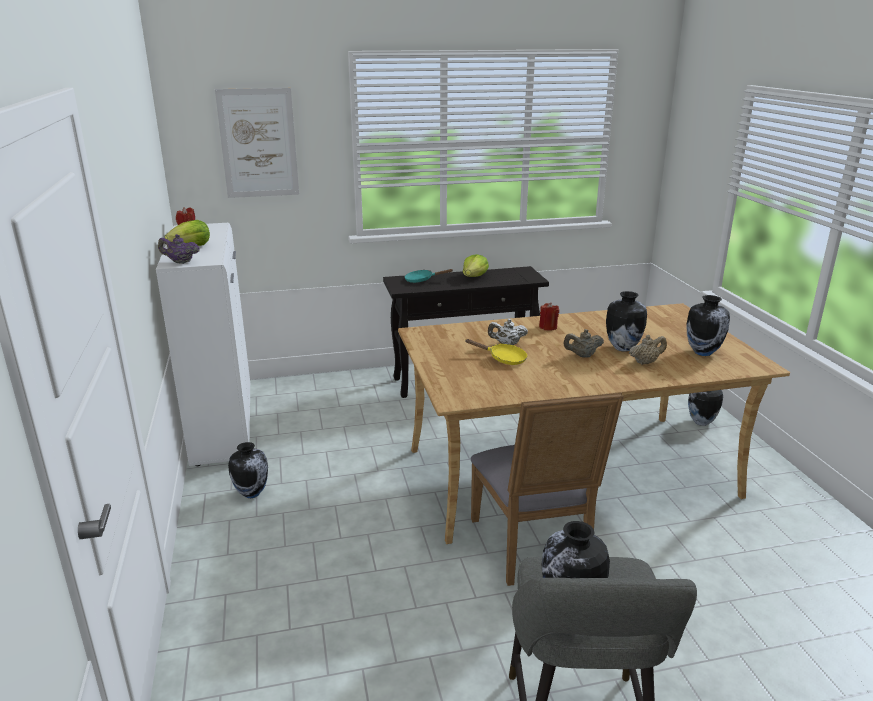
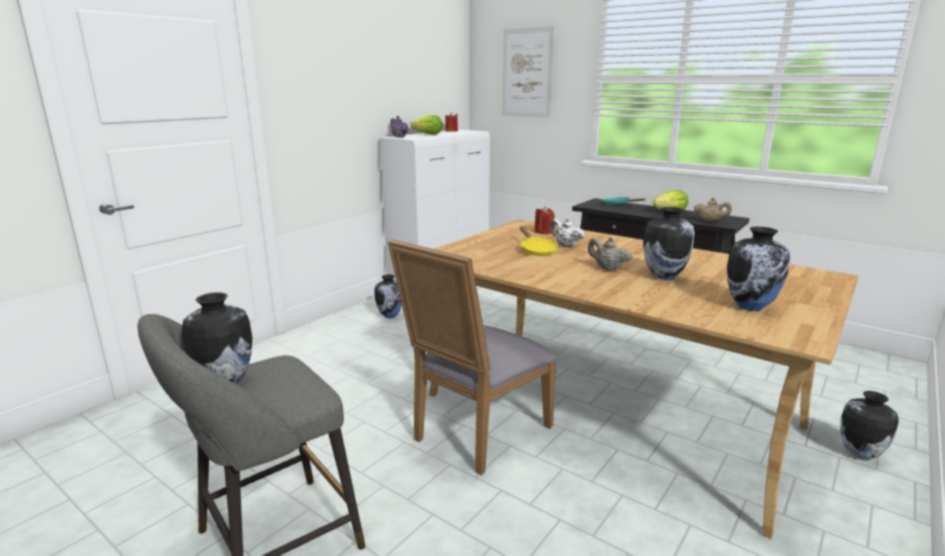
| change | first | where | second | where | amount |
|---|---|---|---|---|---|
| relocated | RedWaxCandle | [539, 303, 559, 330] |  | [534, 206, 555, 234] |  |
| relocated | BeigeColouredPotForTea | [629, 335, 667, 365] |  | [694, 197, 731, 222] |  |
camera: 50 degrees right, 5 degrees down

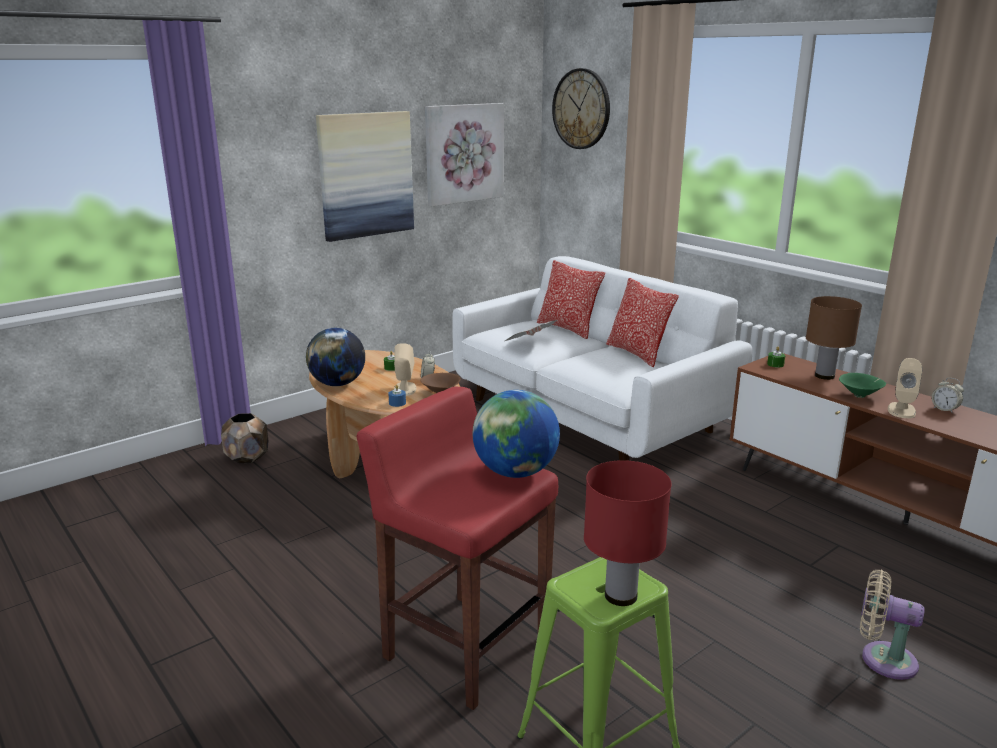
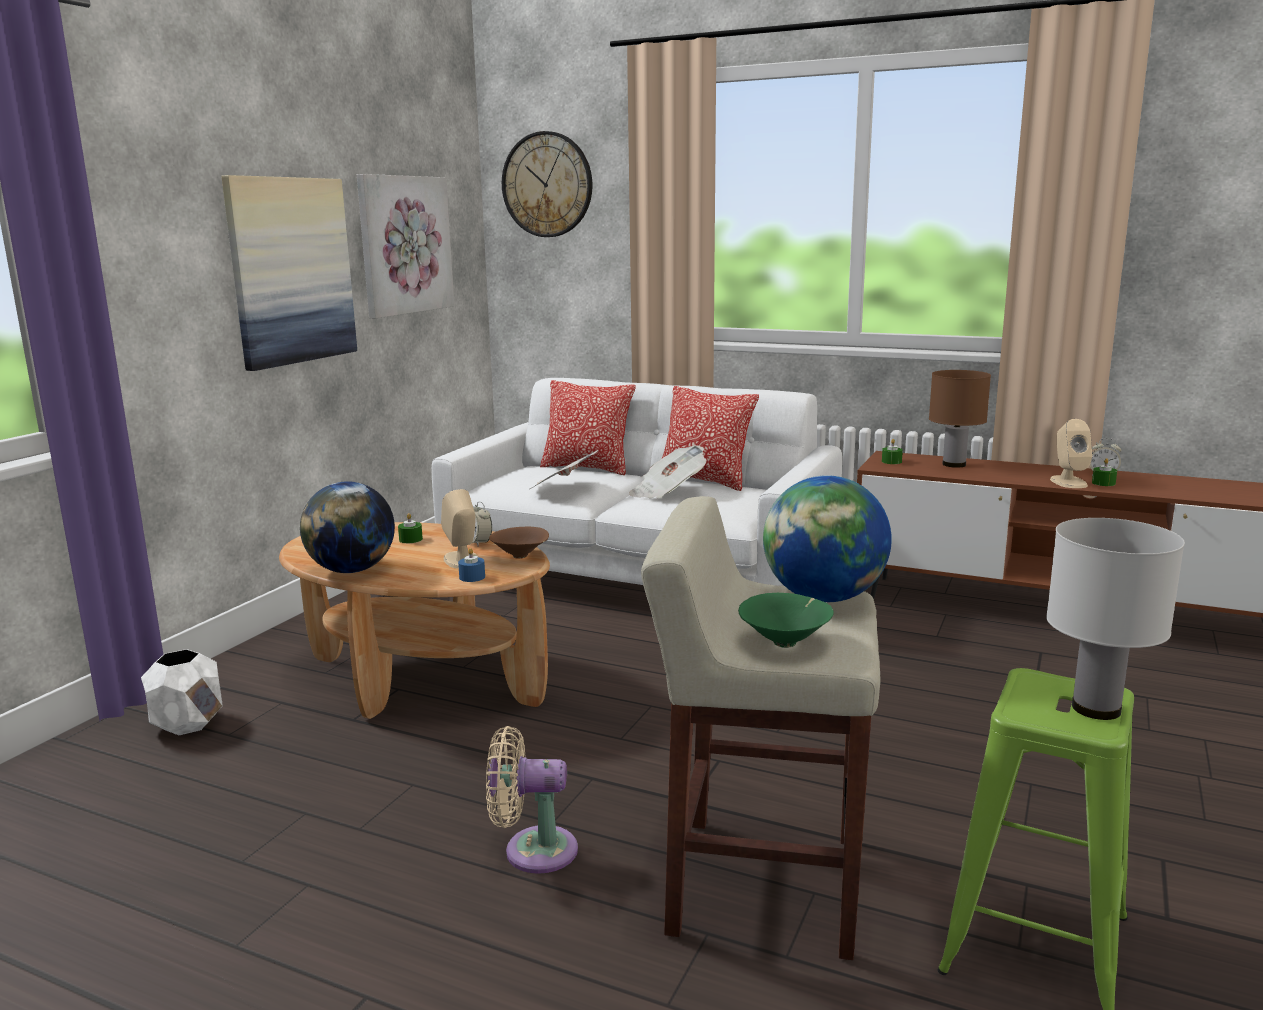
| change | first | where | second | where | amount |
|---|---|---|---|---|---|
| relocated | GreenColouredServingBowl | [839, 373, 886, 398] |  | [738, 593, 834, 648] |  |
| colour | RedSittingStool | [357, 386, 558, 710] | BeigeColouredSittingStool | [641, 496, 880, 960] |  |
| colour | BrownishPlanter | [221, 413, 269, 463] | WhiteColouredPlanter | [141, 649, 223, 735] |  |
| colour | RedTabletopLamp | [584, 460, 672, 606] | WhiteColouredTabletopLamp | [1046, 518, 1185, 720] |  |
| relocated | BeigeColouredElectricFan | [860, 570, 925, 680] |  | [486, 726, 578, 874] |  |
| appeared |  |  | PrintedPaper | [629, 445, 706, 499] |  |
| appeared |  |  | GreenColouredWaxCandle | [1092, 458, 1117, 486] |  |
camera: 25 degrees left, 5 degrees down

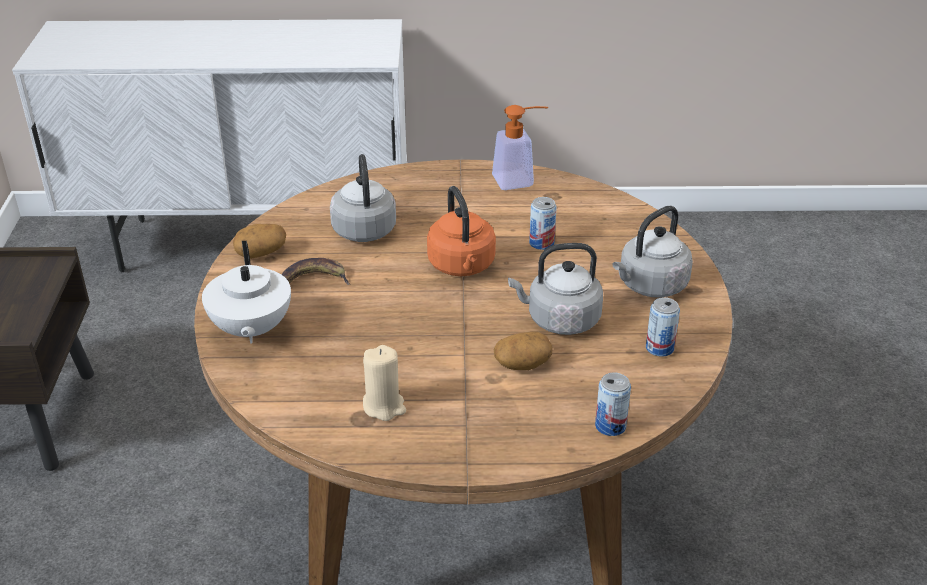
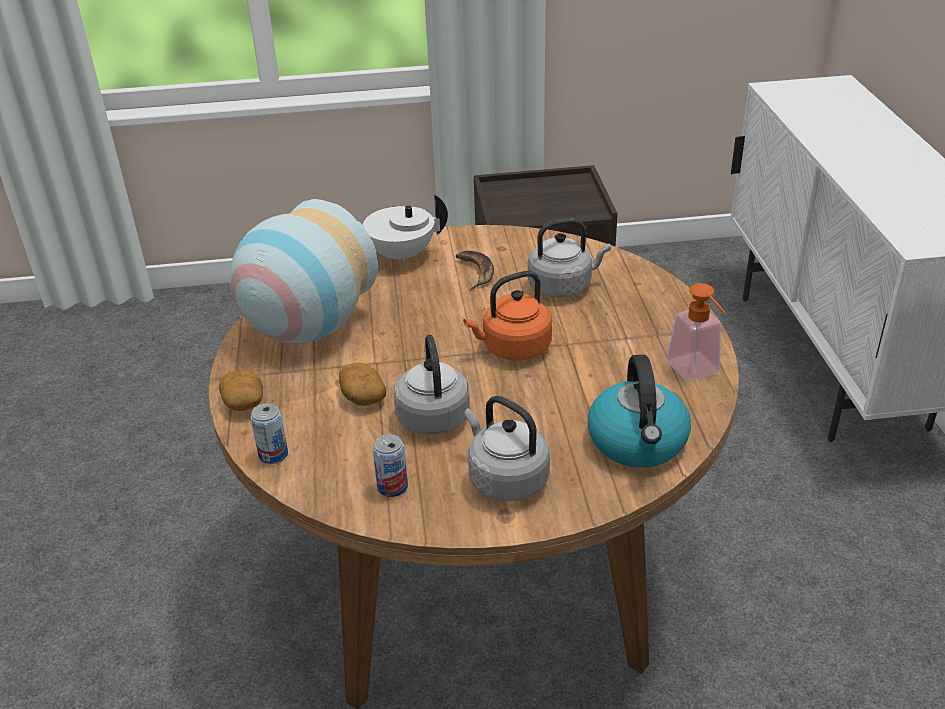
| change | first | where | second | where | amount |
|---|---|---|---|---|---|
| missing | SealedCan | [529, 197, 557, 250] |  |  |  |
| relocated | Potato | [233, 224, 286, 259] |  | [219, 369, 263, 411] |  |
| exchanged | BeigeColouredWaxCandle | [363, 345, 406, 421] | Vase | [230, 199, 378, 343] |  |
| appeared |  |  | Kettle | [588, 355, 691, 468] |  |
camera: 85 degrees right, 0 degrees up

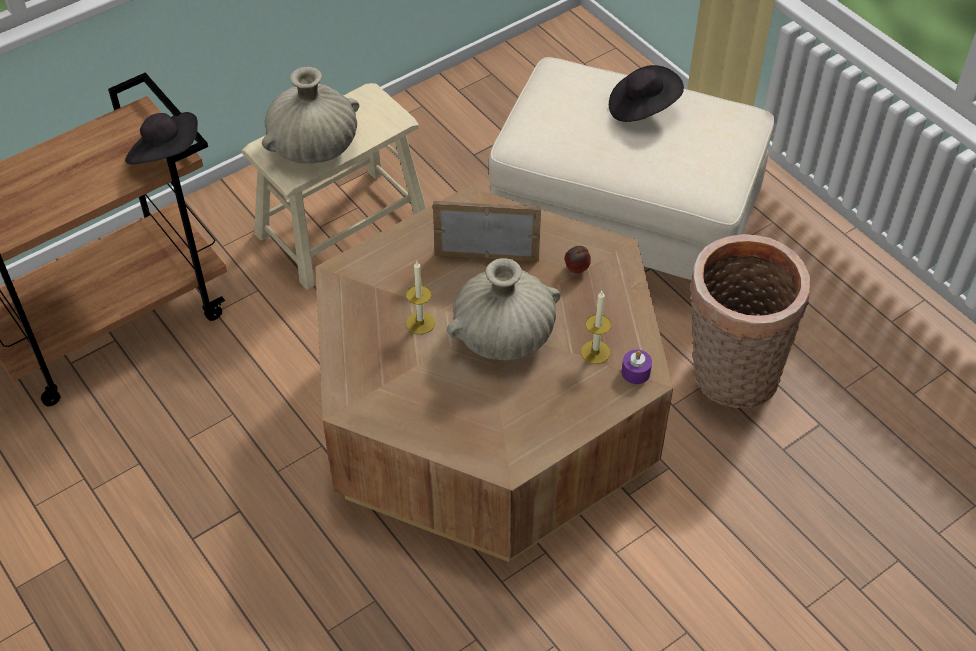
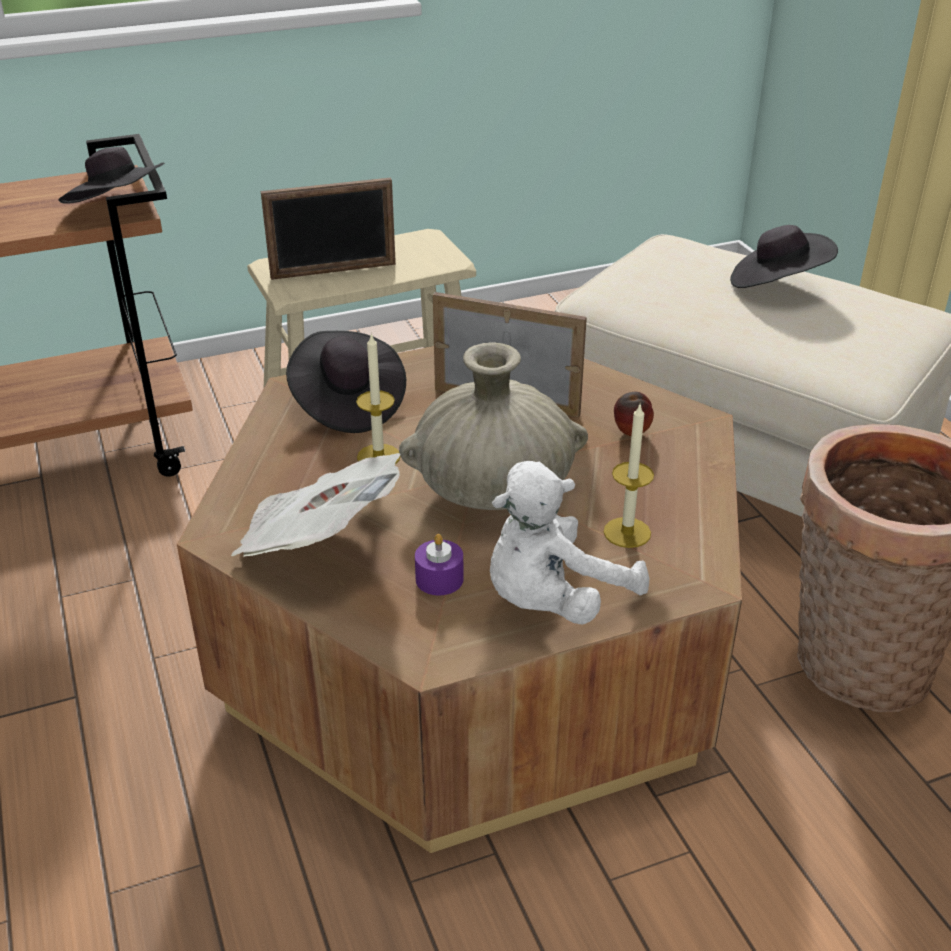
| change | first | where | second | where | amount |
|---|---|---|---|---|---|
| exchanged | BeigeColouredVase | [262, 67, 359, 164] | PictureFrame | [261, 178, 396, 280] |  |
| relocated | PurpleColouredWaxCandle | [622, 350, 652, 384] |  | [415, 534, 464, 595] |  |
| appeared |  |  | BlackishWearableHat | [286, 331, 406, 433] |  |
| appeared |  |  | PrintedPaper | [231, 453, 401, 557] |  |
| appeared |  |  | WhiteColouredCuddlyToy | [490, 461, 649, 625] |  |
camera: 15 degrees right, 15 degrees down

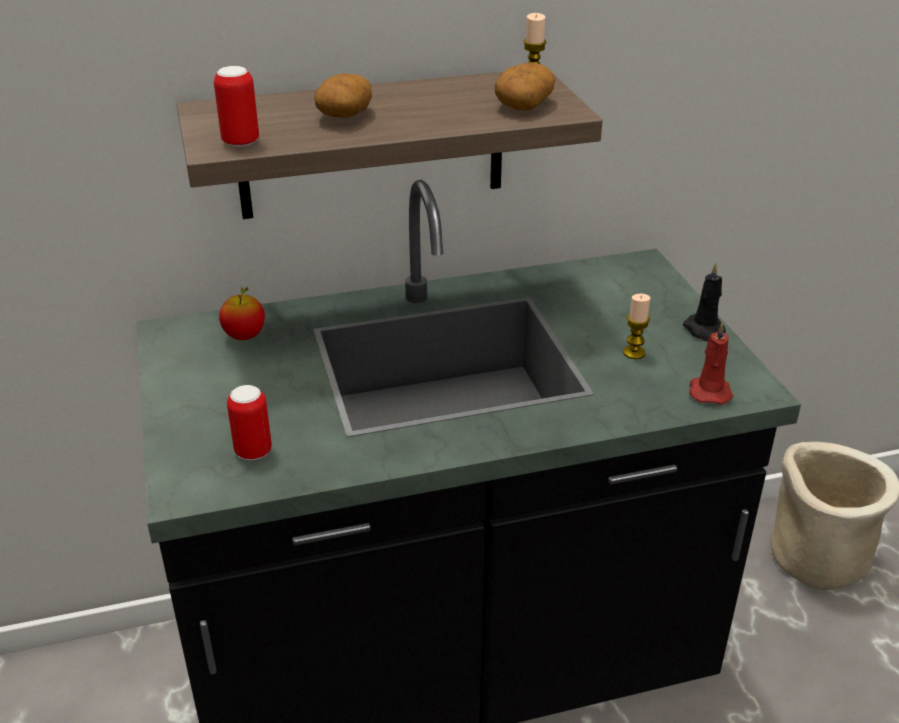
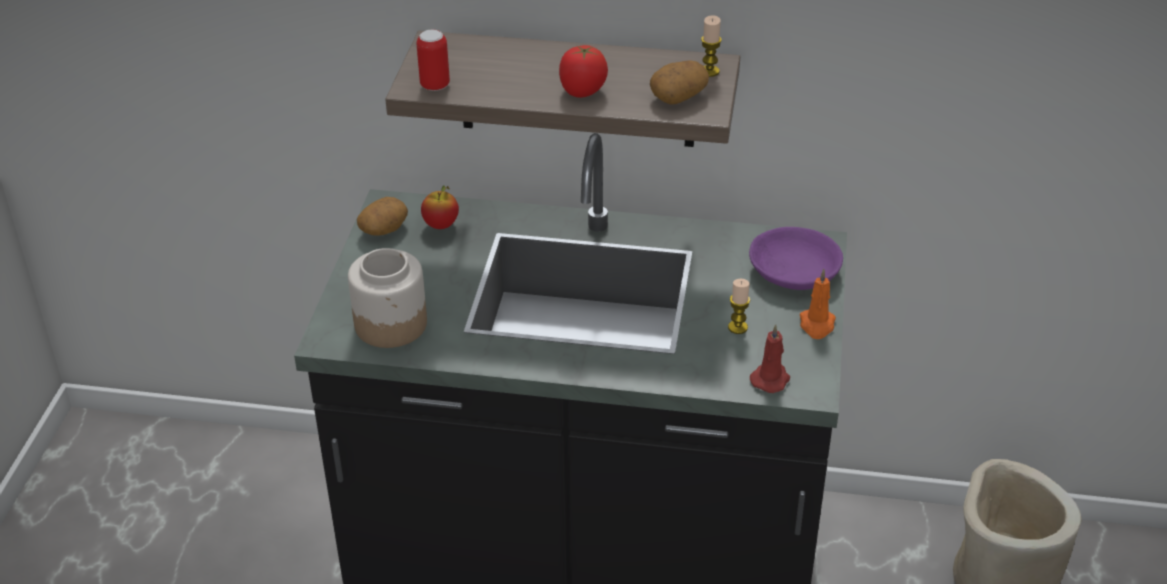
| change | first | where | second | where | amount |
|---|---|---|---|---|---|
| relocated | Potato | [314, 73, 372, 118] |  | [357, 197, 408, 236] |  |
| colour | BlackishWaxCandle | [683, 263, 726, 342] | OrangeWaxCandle | [800, 269, 836, 339] |  |
| exchanged | SealedCan | [227, 385, 272, 460] | Jar | [348, 248, 427, 348] |  |
| appeared |  |  | FreshTomato | [559, 45, 608, 98] |  |
| appeared |  |  | PurpleColouredServingBowl | [749, 227, 843, 290] |  |
camera: 25 degrees right, 5 degrees up

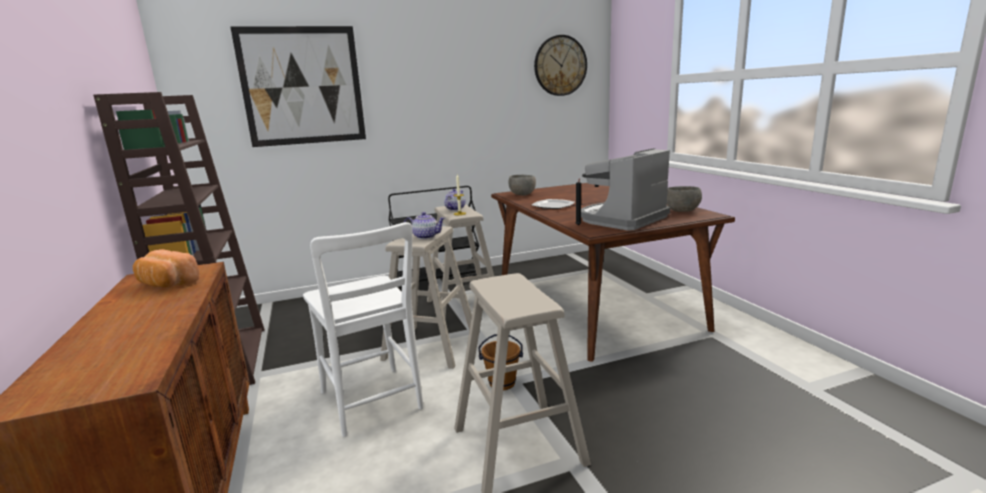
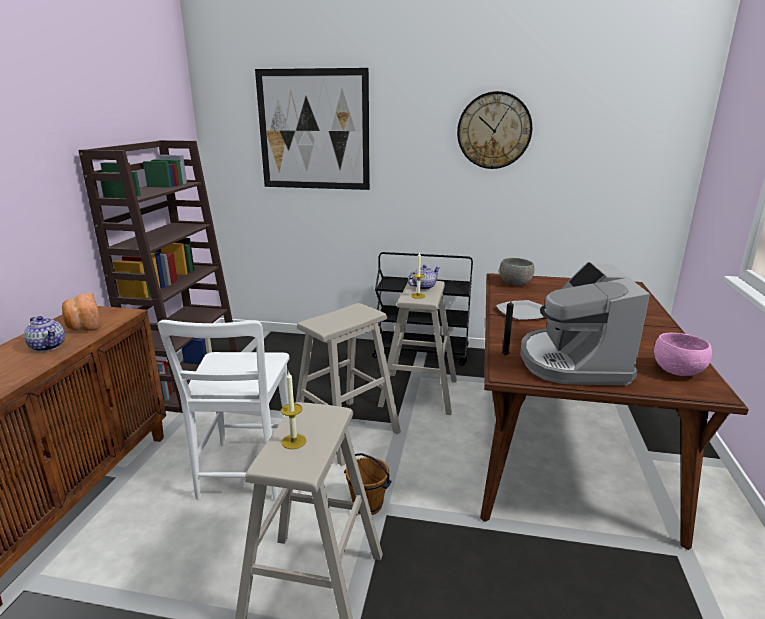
| change | first | where | second | where | amount |
|---|---|---|---|---|---|
| relocated | WallClock | [534, 35, 587, 96] |  | [457, 91, 532, 169] |  |
| spun | CoffeeMachine | [581, 148, 670, 231] |  | [520, 262, 650, 385] | 75 degrees counterclockwise |
| colour | GreyServingBowl | [667, 186, 702, 212] | PinkServingBowl | [654, 333, 712, 376] |  |
| relocated | PotForTea | [404, 212, 445, 239] |  | [24, 316, 65, 352] |  |
| appeared |  |  | WaxCandle | [281, 372, 306, 449] |  |
camera: 30 degrees right, 5 degrees up

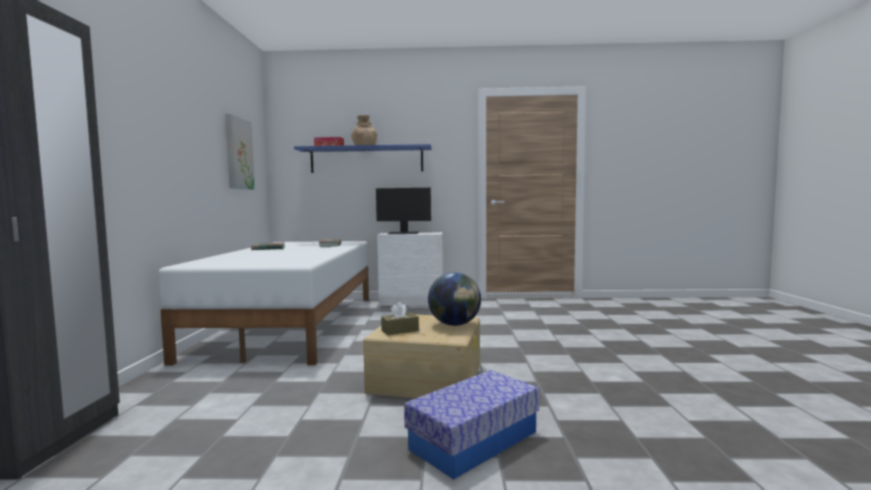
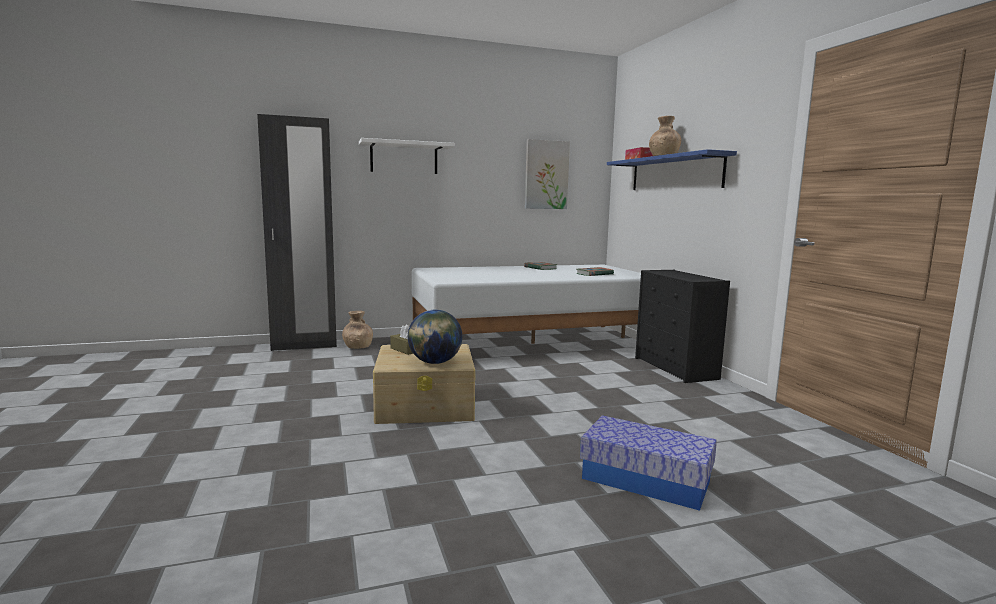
| change | first | where | second | where | amount |
|---|---|---|---|---|---|
| missing | ComputerDisplay | [376, 188, 431, 234] |  |  |  |
| colour | WhiteColouredDresser | [377, 232, 443, 307] | BlackishDresser | [635, 270, 730, 383] |  |
| relocated | StorageBin | [404, 370, 539, 480] |  | [580, 415, 717, 511] |  |
| appeared |  |  | WhiteColouredBracketShelf | [359, 138, 455, 174] |  |
| appeared |  |  | BrownishVase | [342, 311, 373, 349] |  |
camera: 70 degrees right, 5 degrees up

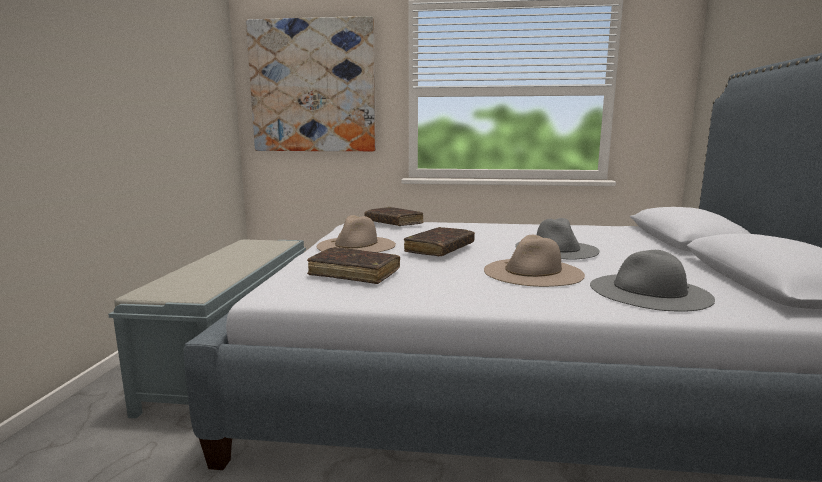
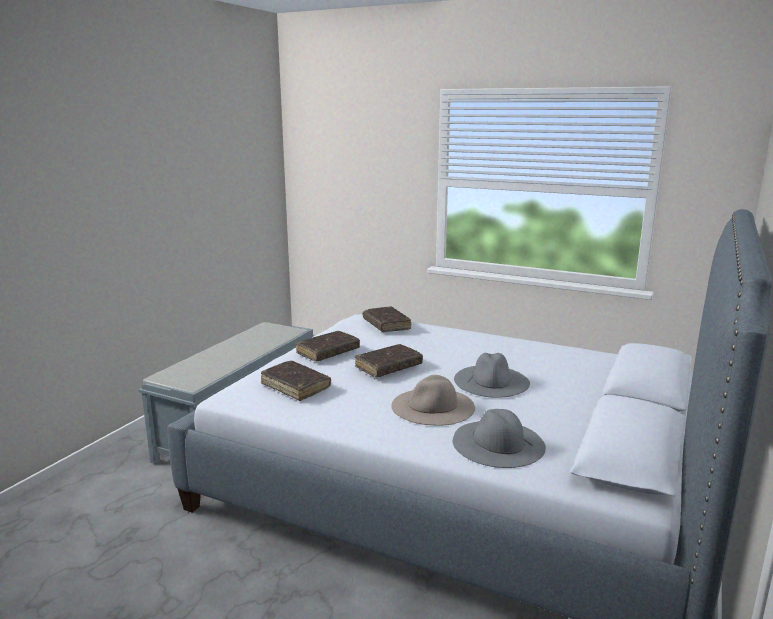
| change | first | where | second | where | amount |
|---|---|---|---|---|---|
| missing | Picture | [246, 16, 376, 151] |  |  |  |
| exchanged | BeigeColouredWearableHat | [317, 215, 396, 252] | BrownishVolume | [295, 331, 360, 361] |  |
camera: 20 degrees right, 5 degrees up

